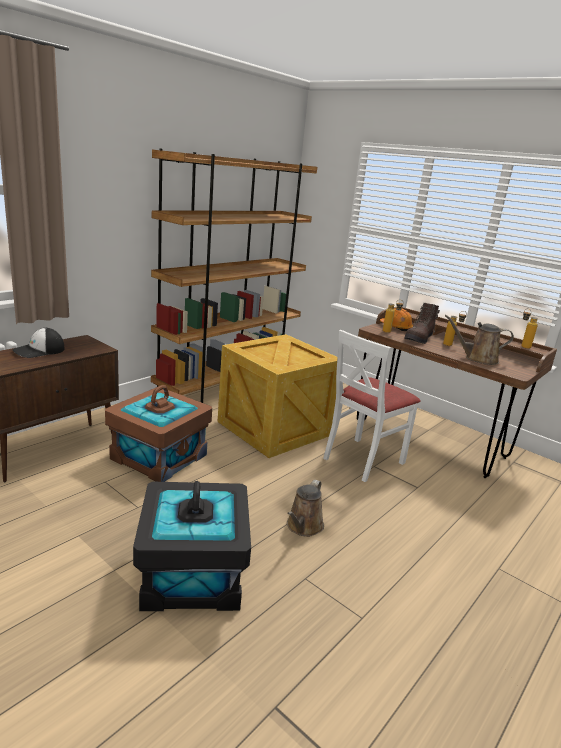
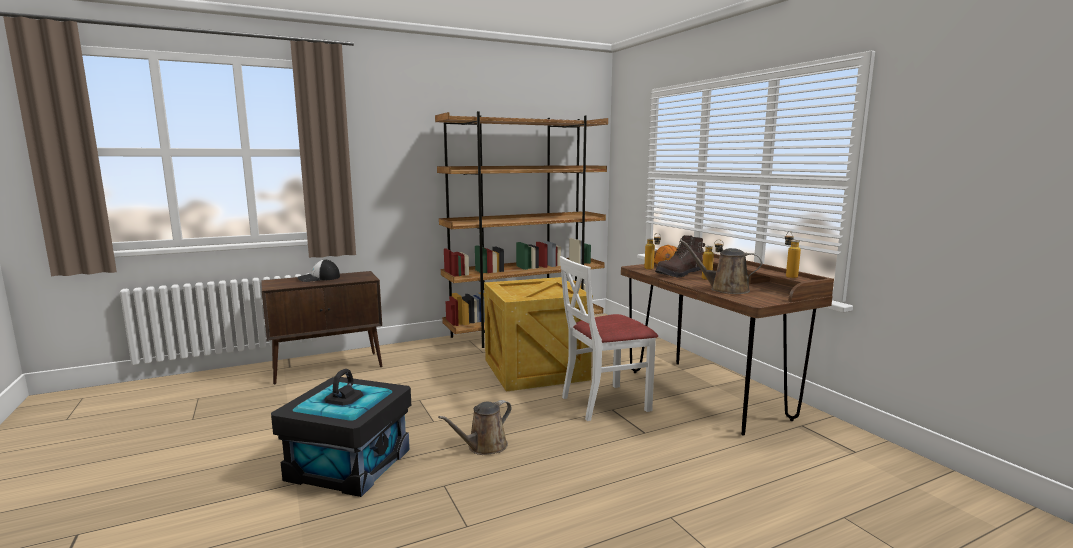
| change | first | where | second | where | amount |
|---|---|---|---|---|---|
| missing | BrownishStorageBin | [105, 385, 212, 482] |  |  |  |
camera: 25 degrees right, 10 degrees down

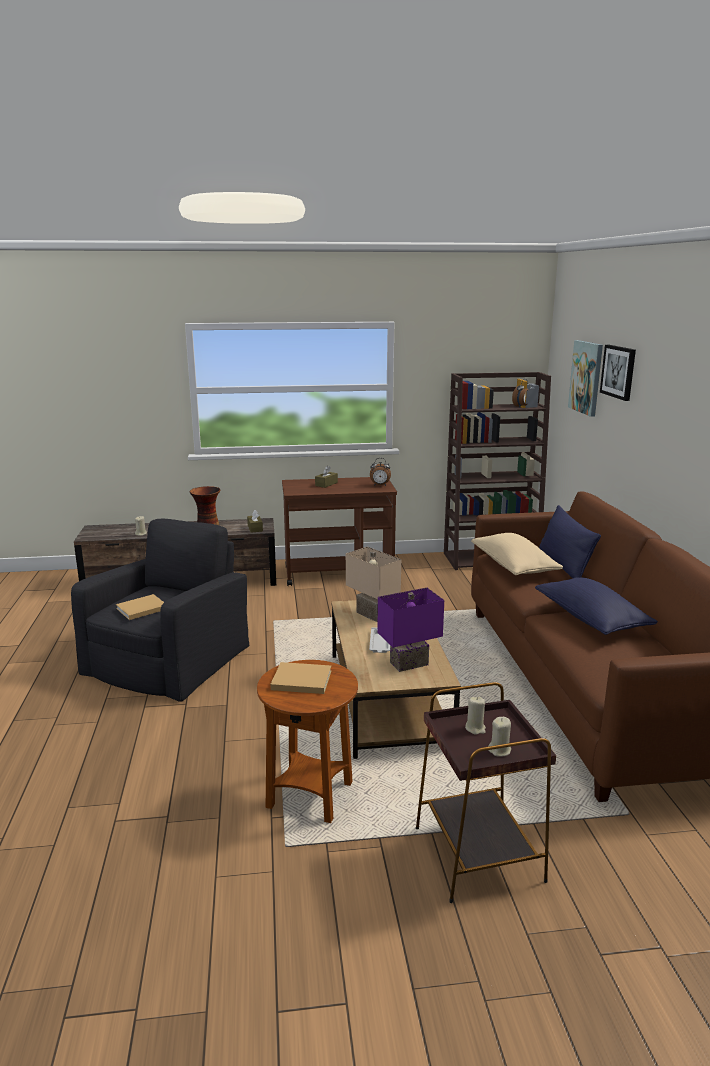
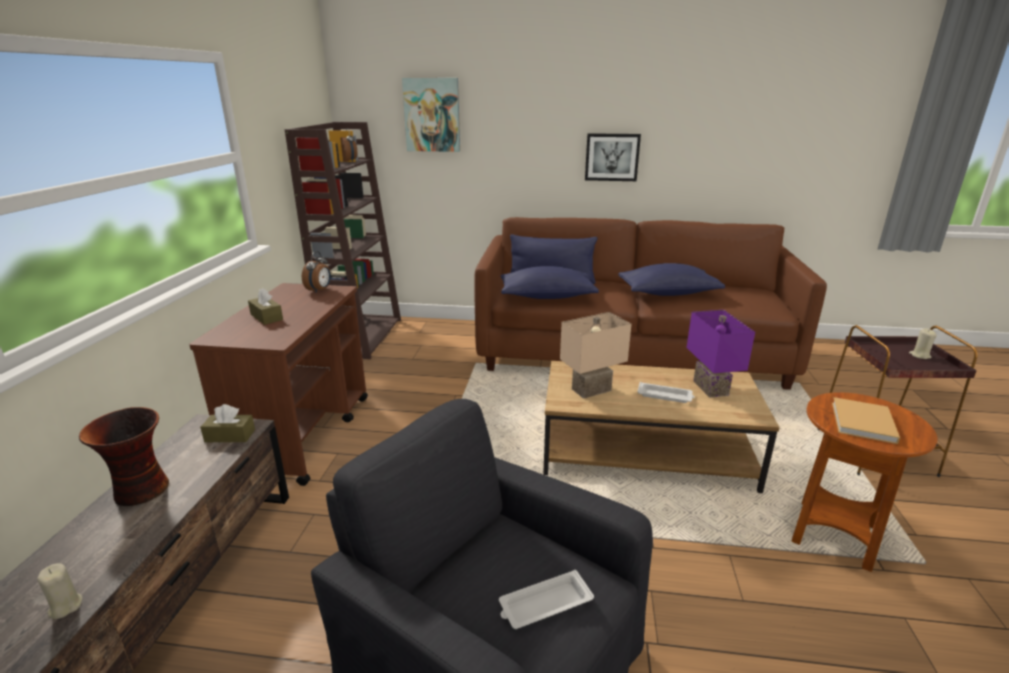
| change | first | where | second | where | amount |
|---|---|---|---|---|---|
| relocated | Picture | [600, 345, 636, 401] |  | [585, 133, 641, 181] |  |
| colour | BeigeColouredThrowPillow | [471, 533, 563, 575] | BlueColouredThrowPillow | [501, 266, 599, 299] |  |
| exchanged | BeigeColouredVolume | [116, 594, 164, 620] | WhiteColouredServingTray | [499, 570, 594, 629] |  |
| missing | BeigeColouredWaxCandle | [465, 697, 486, 735] |  |  |  |
camera: 75 degrees left, 5 degrees up

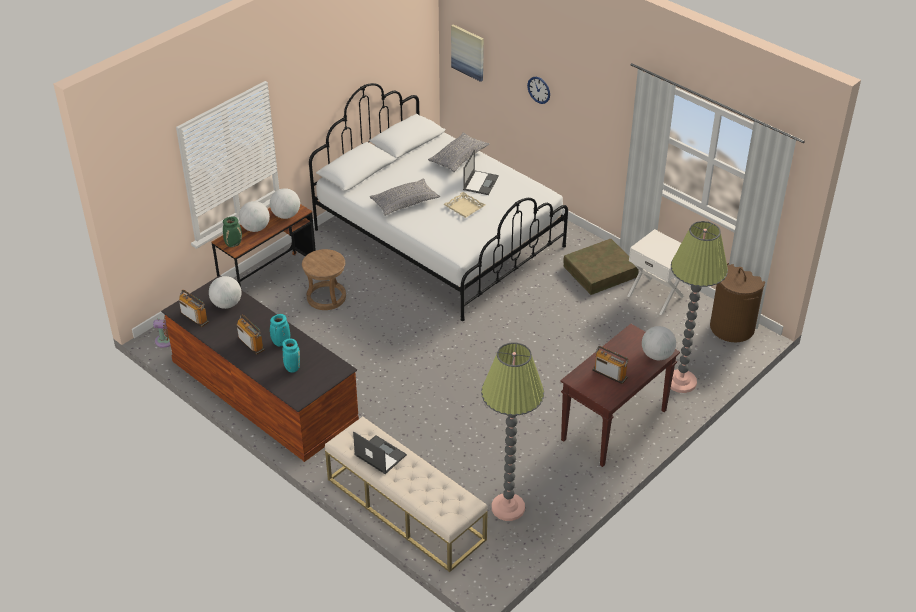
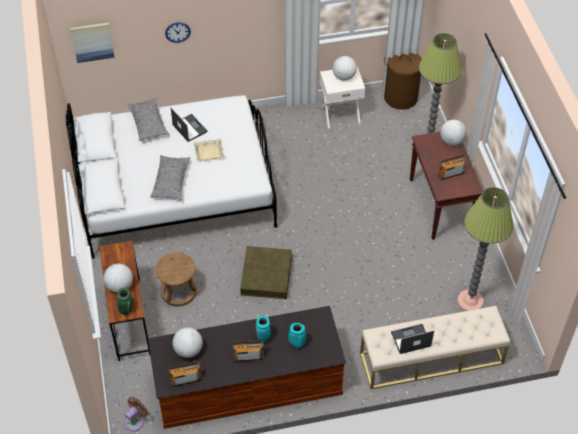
| change | first | where | second | where | amount |
|---|---|---|---|---|---|
| relocated | DeskGlobe | [270, 188, 300, 219] |  | [332, 56, 357, 81] |  |
| relocated | BrownishStorageBin | [563, 239, 639, 295] |  | [240, 246, 292, 299] |  |
camera: 55 degrees left, 10 degrees up

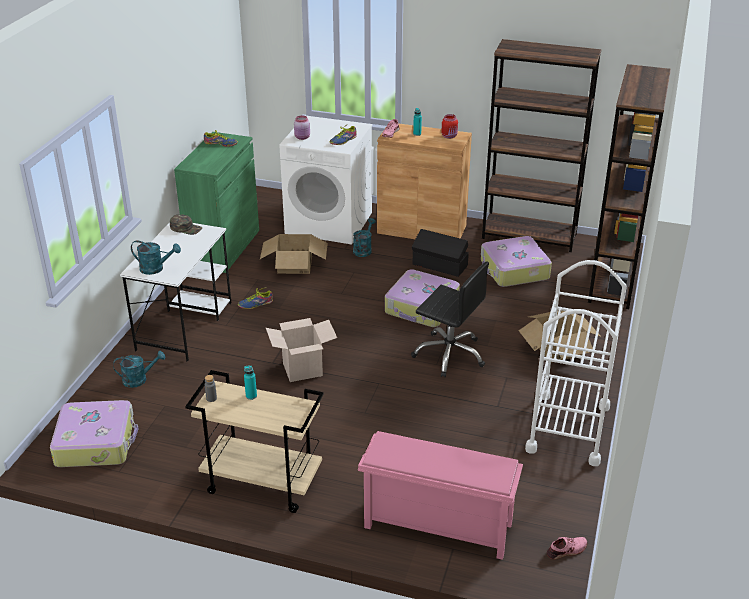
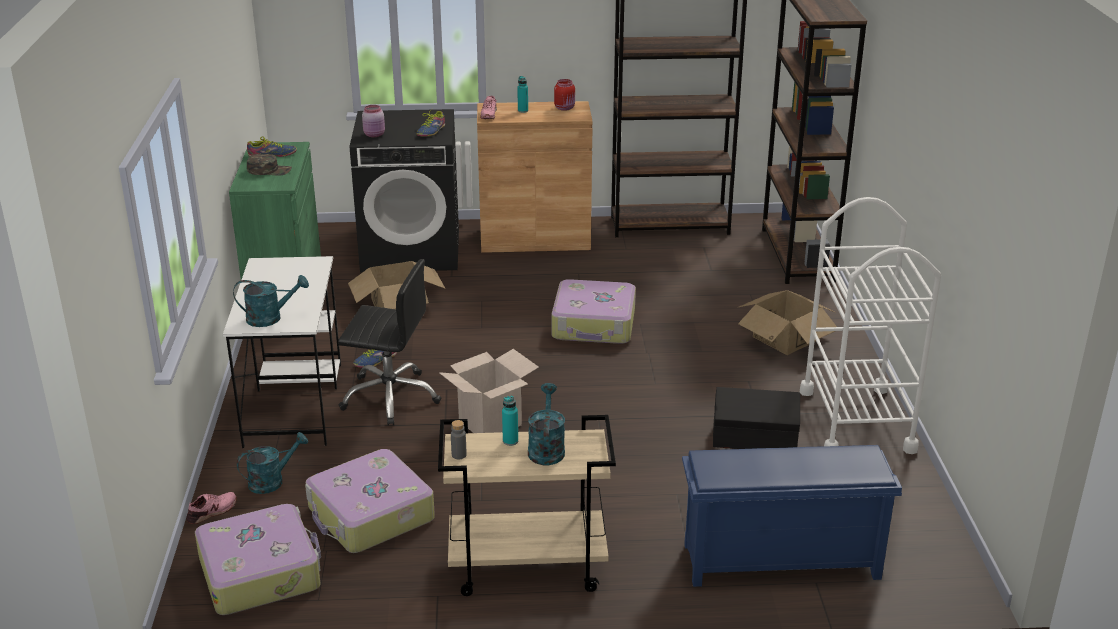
| change | first | where | second | where | amount |
|---|---|---|---|---|---|
| colour | WhiteColouredWashingMachine | [279, 116, 372, 244] | BlackishWashingMachine | [350, 109, 459, 272] |  |
| relocated | GreenColouredCap | [170, 214, 202, 235] |  | [247, 154, 292, 175] |  |
| relocated | TurquoiseColouredSprinklingCan | [353, 218, 376, 257] |  | [528, 383, 565, 466] |  |
| relocated | BlackishStorageBin | [412, 229, 469, 277] |  | [713, 387, 800, 449] |  |
| relocated | PieceOfLuggage | [481, 236, 552, 287] |  | [305, 449, 435, 553] |  |
| relocated | BlackishOfficeChair | [411, 262, 489, 377] |  | [338, 259, 441, 426] |  |
| colour | PinkShoeRack | [358, 431, 523, 560] | BlueColouredShoeRack | [682, 445, 902, 587] |  |
| relocated | PinkLowShoe | [547, 537, 587, 560] |  | [186, 492, 237, 524] |  |
camera: 20 degrees left, 5 degrees down

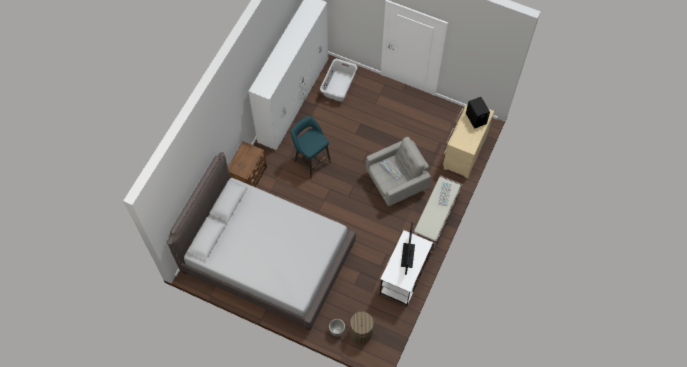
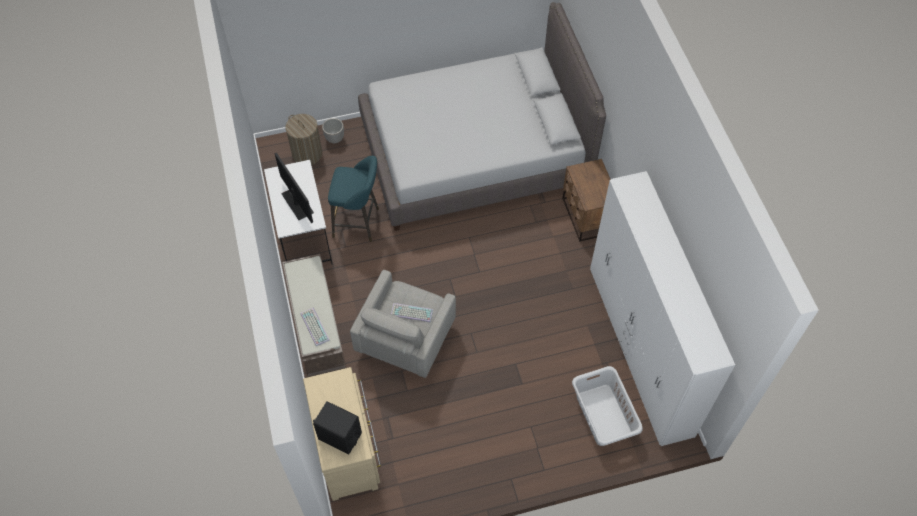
| change | first | where | second | where | amount |
|---|---|---|---|---|---|
| relocated | TurquoiseColouredSittingStool | [291, 116, 331, 179] |  | [328, 156, 379, 242] |  |
camera: 140 degrees right, 5 degrees down

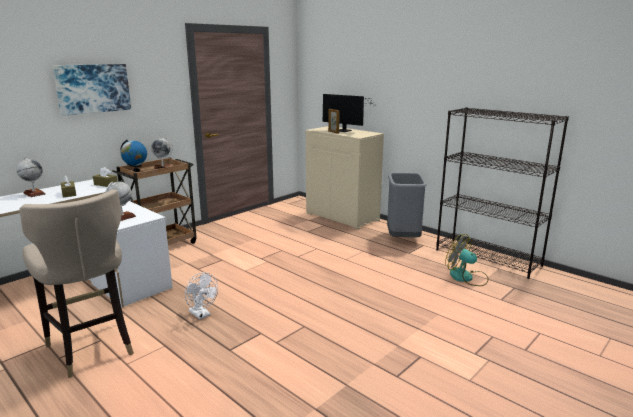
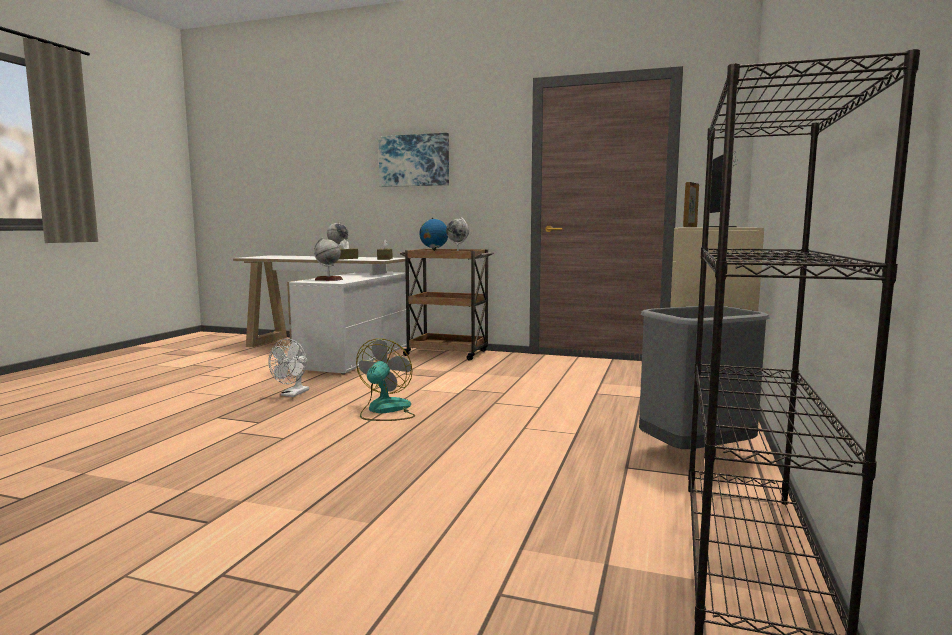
| change | first | where | second | where | amount |
|---|---|---|---|---|---|
| missing | BeigeColouredSittingStool | [19, 189, 134, 378] |  |  |  |
| relocated | ElectricFan | [445, 234, 489, 286] |  | [356, 339, 415, 421] |  |
camera: 65 degrees right, 10 degrees down

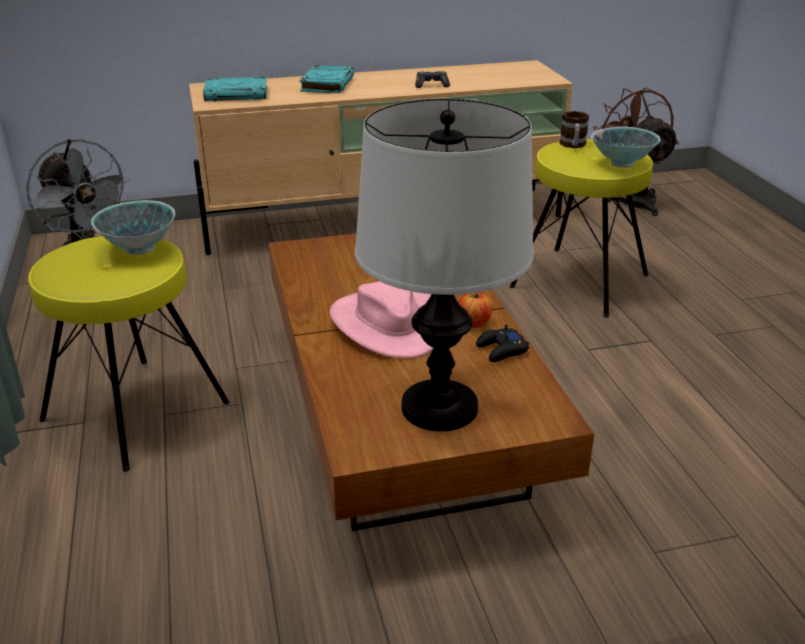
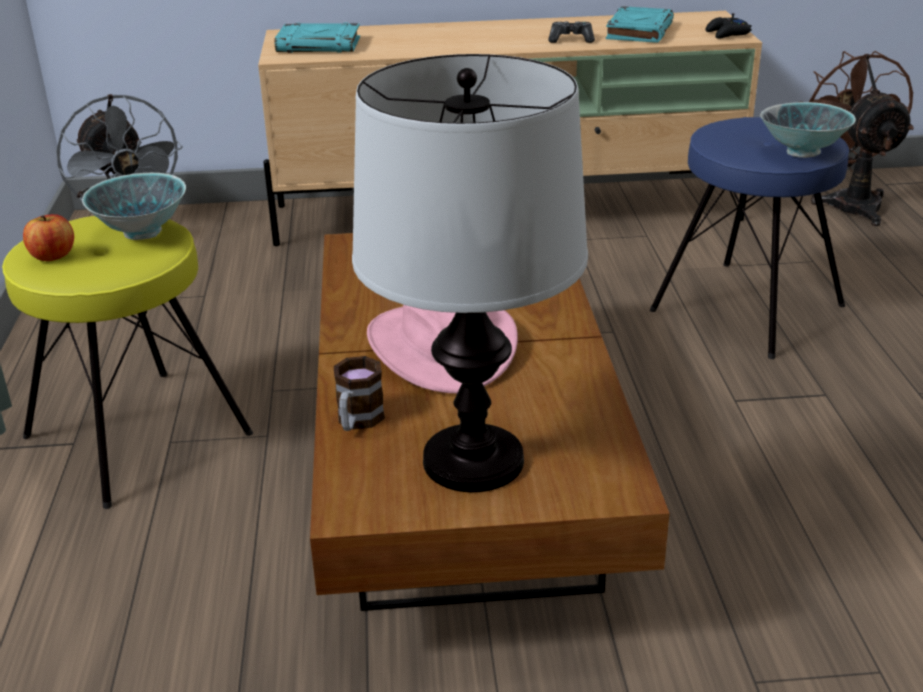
| change | first | where | second | where | amount |
|---|---|---|---|---|---|
| relocated | TurquoiseColouredVolume | [300, 65, 354, 93] |  | [606, 6, 674, 43] |  |
| relocated | CoffeeMug | [559, 111, 589, 148] |  | [334, 356, 385, 431] |  |
| colour | YellowSittingStool | [510, 139, 653, 318] | BlueColouredSittingStool | [650, 117, 849, 359] |  |
| relocated | WholeApple | [458, 292, 493, 328] |  | [23, 214, 74, 261] |  |
| relocated | BlackishGamepad | [476, 325, 529, 362] |  | [706, 13, 752, 39] |  |
camera: 10 degrees right, 0 degrees up

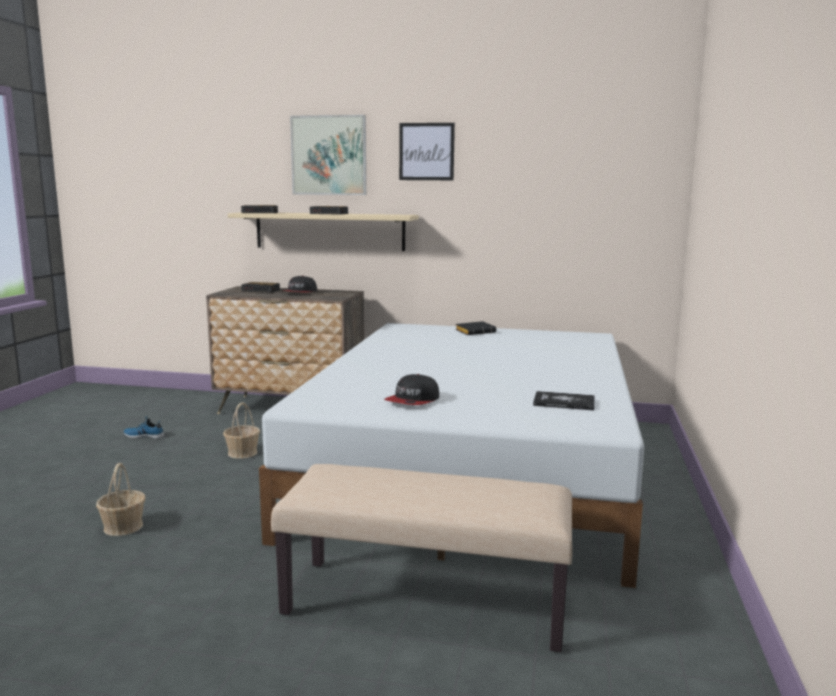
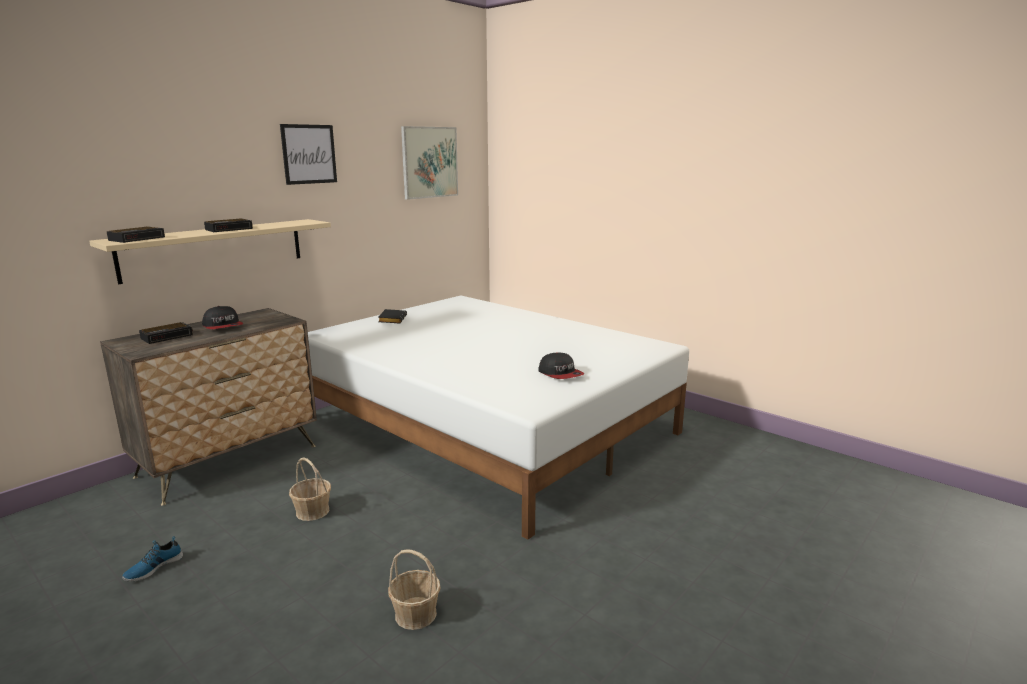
| change | first | where | second | where | amount |
|---|---|---|---|---|---|
| relocated | Picture | [290, 115, 366, 195] |  | [401, 126, 458, 200] |  |
| missing | Volume | [533, 391, 595, 411] |  |  |  |
| missing | BeigeColouredBench | [271, 464, 572, 652] |  |  |  |
camera: 60 degrees left, 5 degrees up

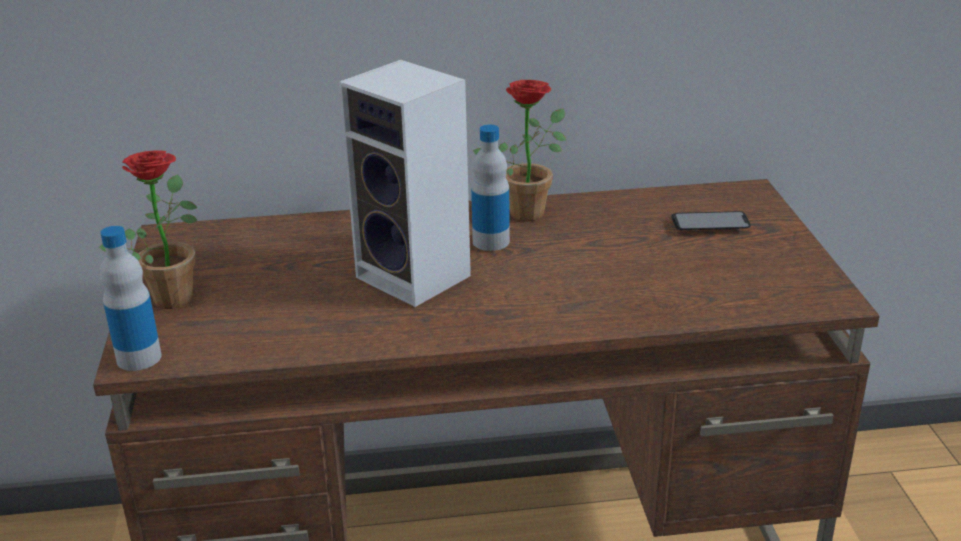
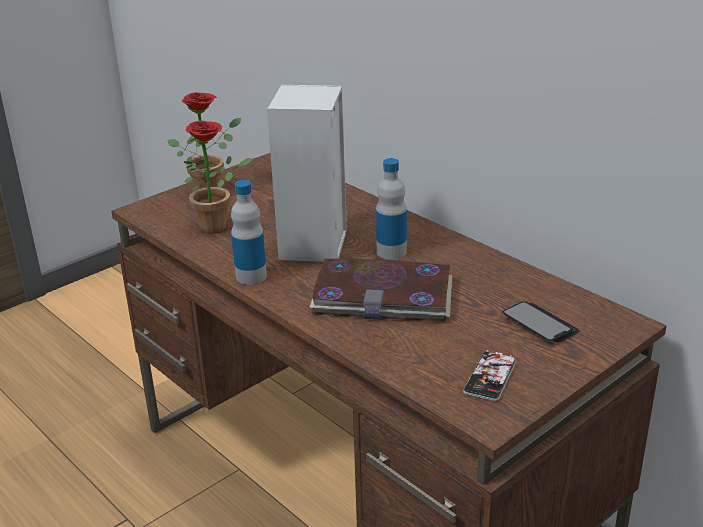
| change | first | where | second | where | amount |
|---|---|---|---|---|---|
| relocated | PlantInAPot | [473, 80, 566, 222] |  | [184, 121, 252, 234] |  |
| relocated | Bottle | [100, 226, 162, 371] |  | [231, 180, 267, 285] |  |
| appeared |  |  | Volume | [309, 259, 453, 321] |  |
| appeared |  |  | Telephone | [463, 350, 517, 401] |  |
camera: 55 degrees right, 0 degrees up

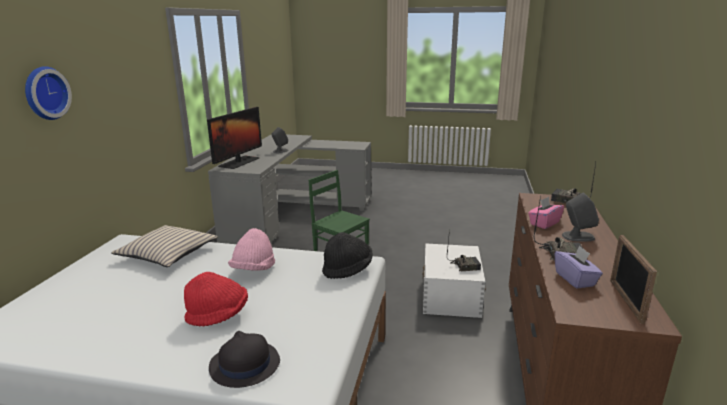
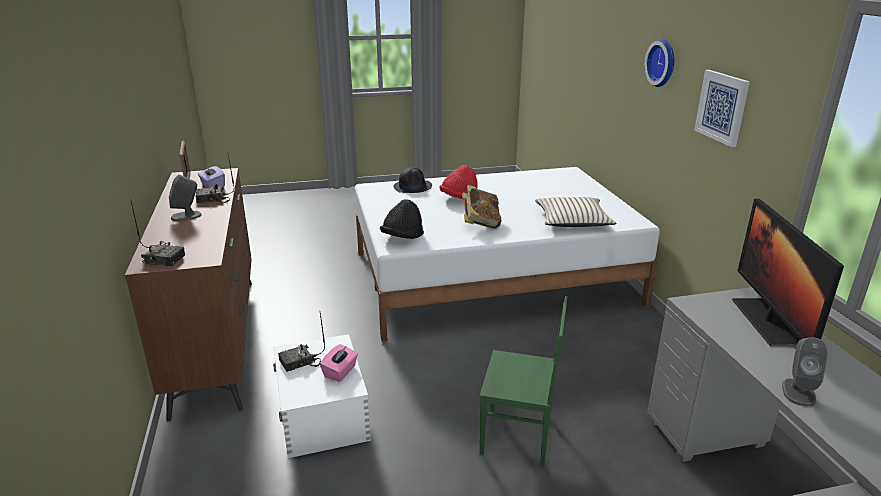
| change | first | where | second | where | amount |
|---|---|---|---|---|---|
| relocated | PinkTissueHolder | [528, 197, 564, 229] |  | [320, 344, 358, 382] |  |
| exchanged | PinkWearableHat | [228, 228, 275, 271] | Volume | [462, 185, 501, 229] |  |
| appeared |  |  | Picture | [694, 70, 750, 147] |  |
camera: 155 degrees right, 5 degrees up

